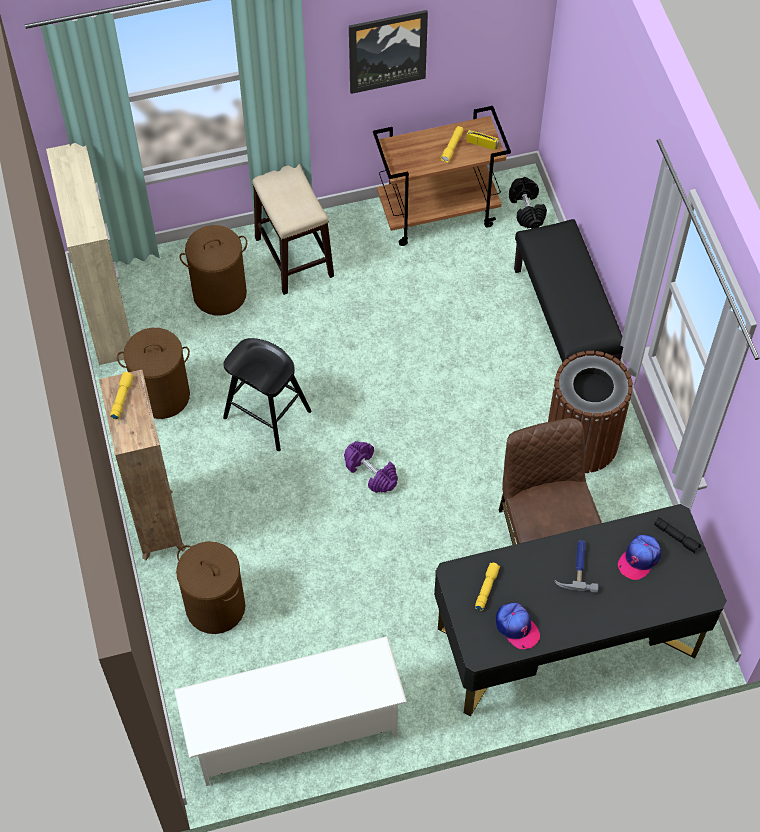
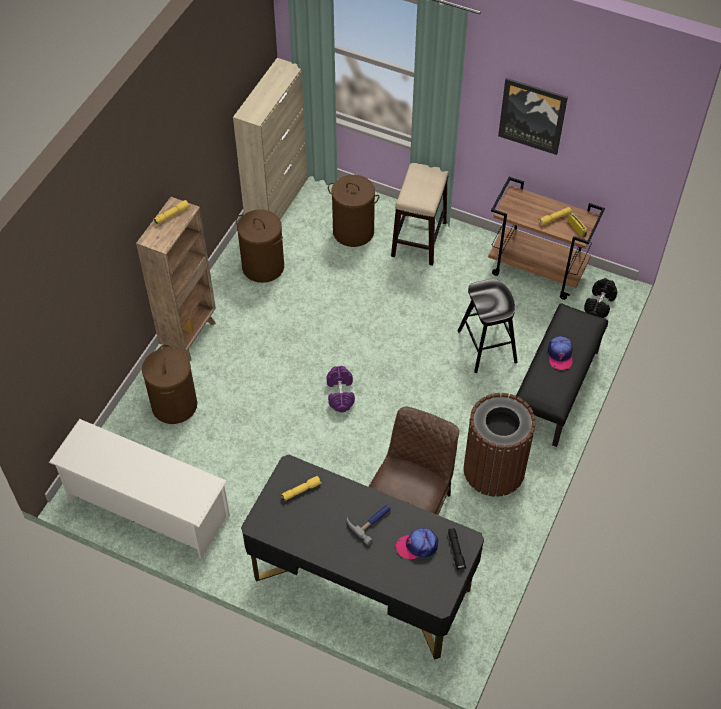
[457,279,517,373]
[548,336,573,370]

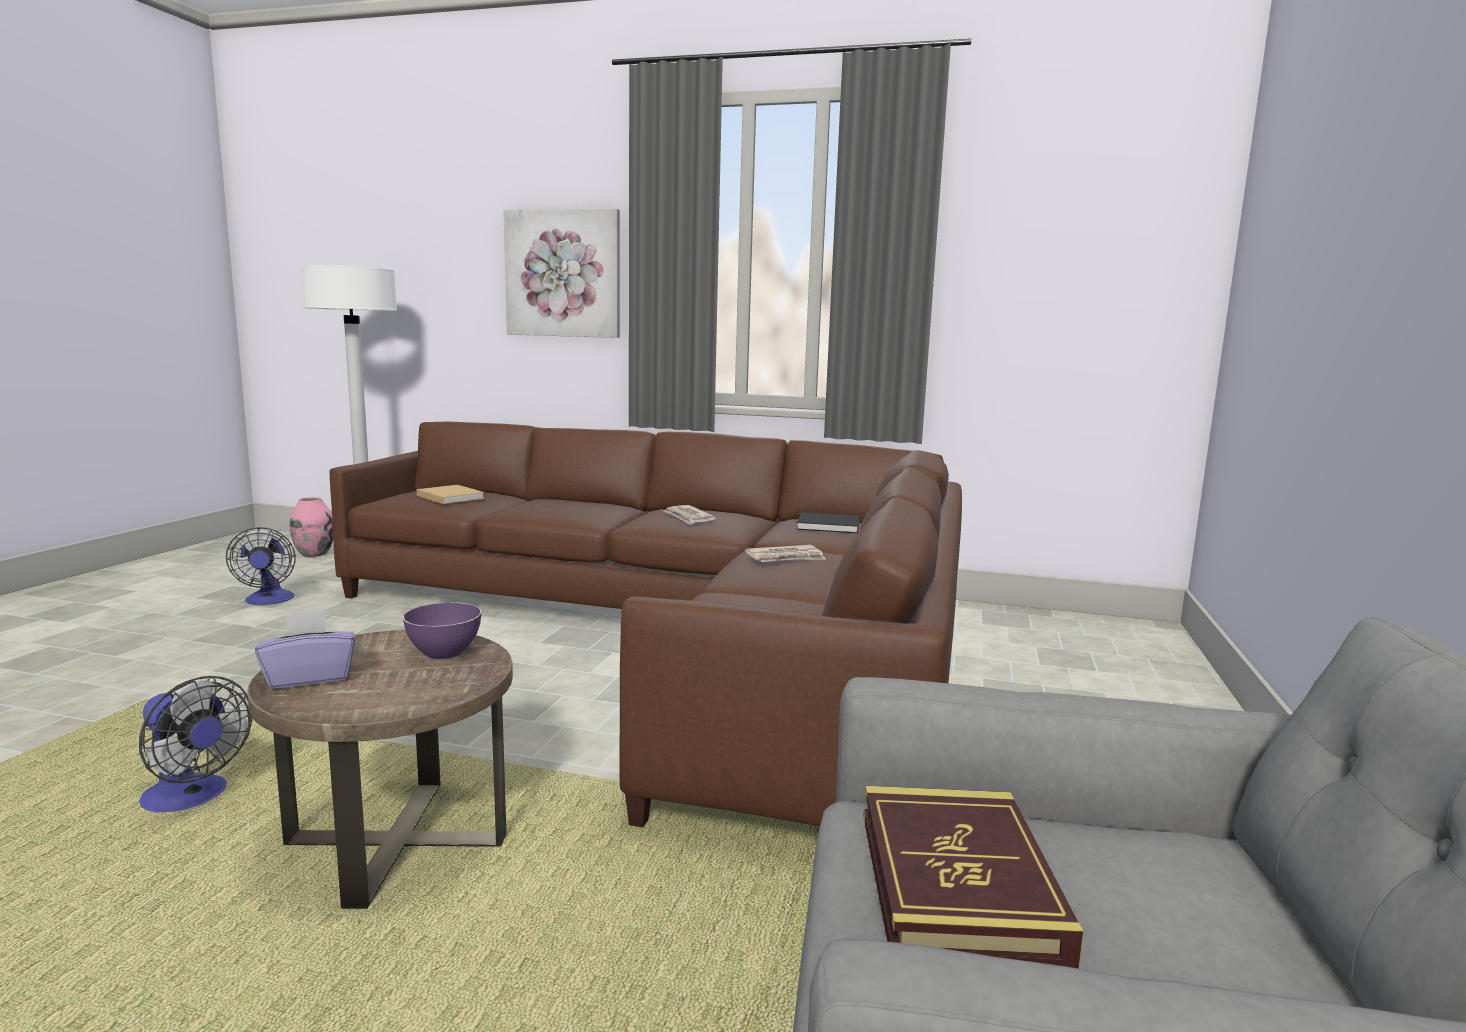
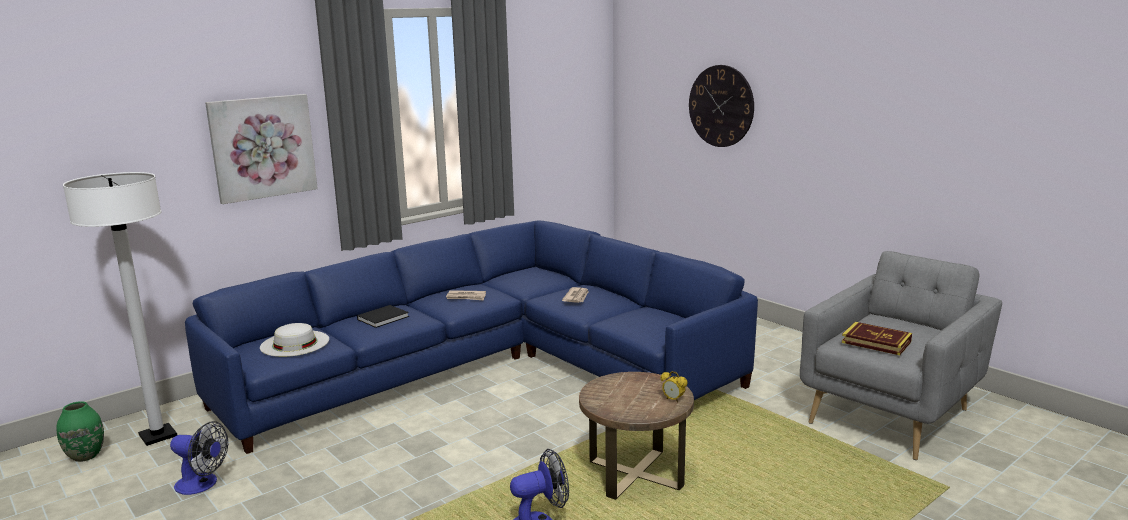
[56,401,104,462]
[185,221,758,454]
[260,323,329,357]
[357,305,409,328]
[661,371,687,403]
[689,65,754,147]
[255,609,355,689] (first image)
[403,602,482,660] (first image)

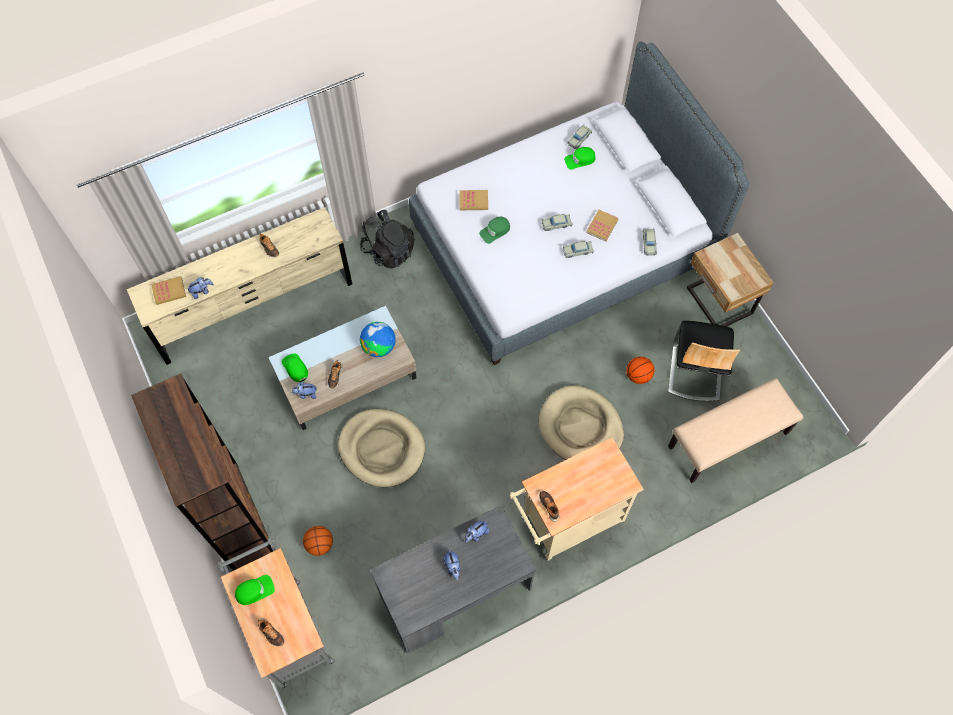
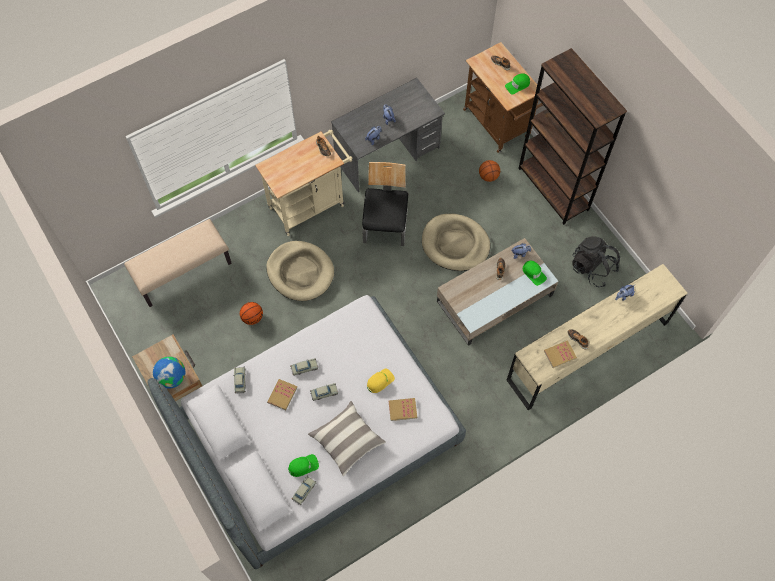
[153,357,185,389]
[308,401,386,476]
[362,162,408,246]
[367,369,395,393]
[463,42,543,153]
[544,340,577,368]
[572,236,620,287]

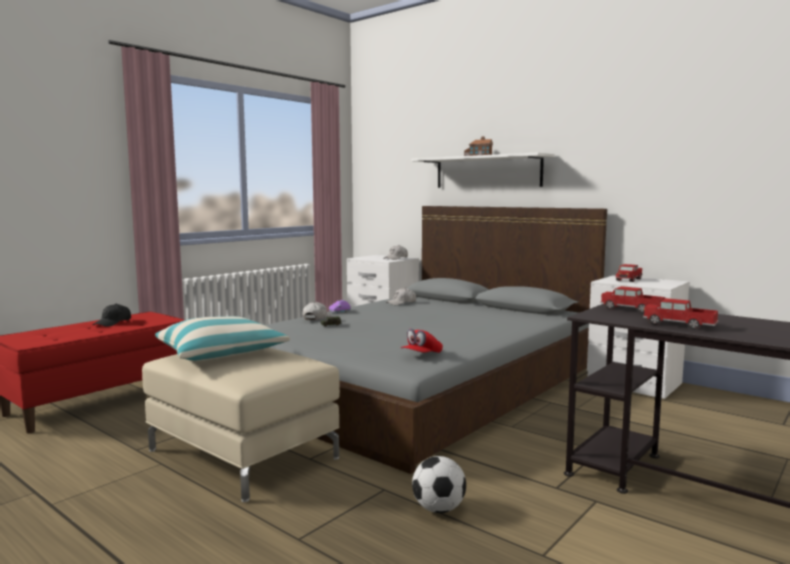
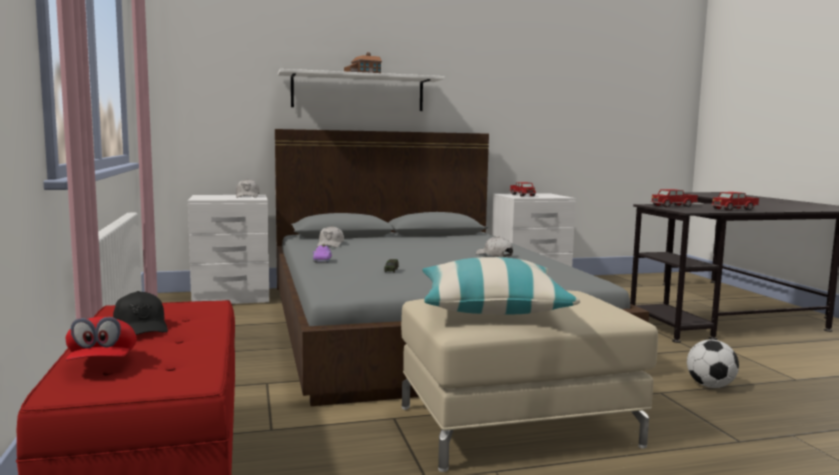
[66,317,137,361]
[476,237,513,257]

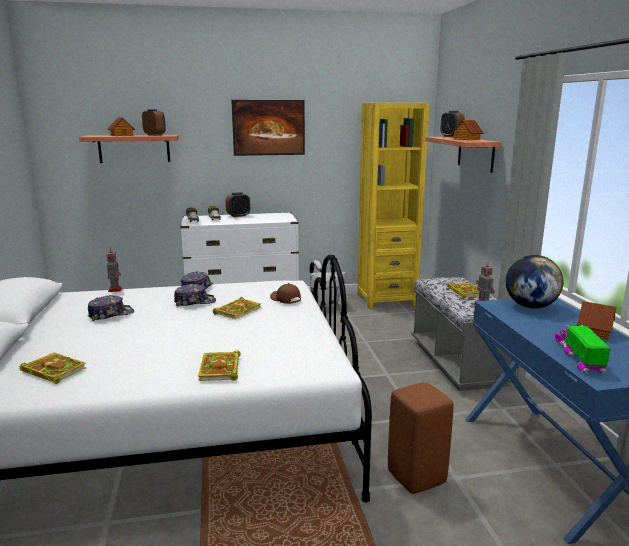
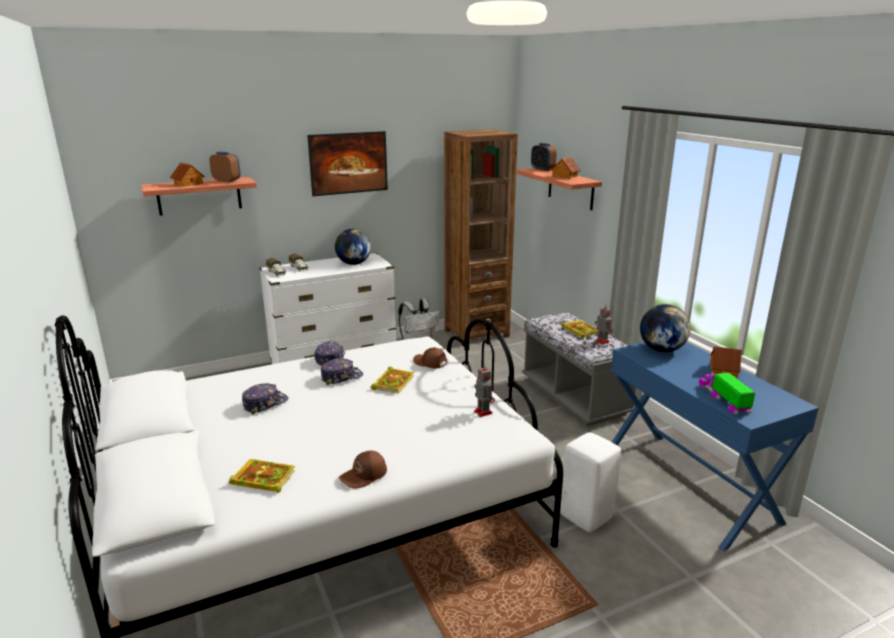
[335,229,371,265]
[339,451,387,488]
[444,129,518,341]
[474,366,495,417]
[560,432,621,532]
[198,350,241,381] (first image)
[226,192,250,217] (first image)

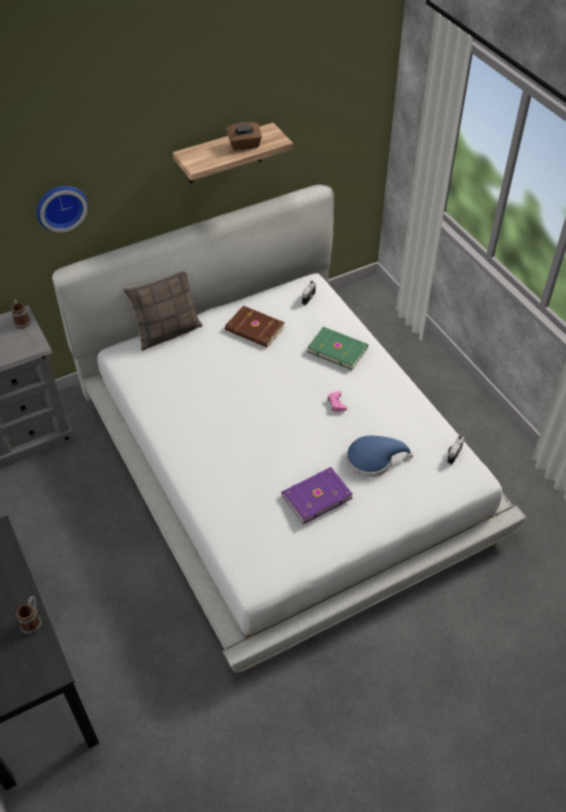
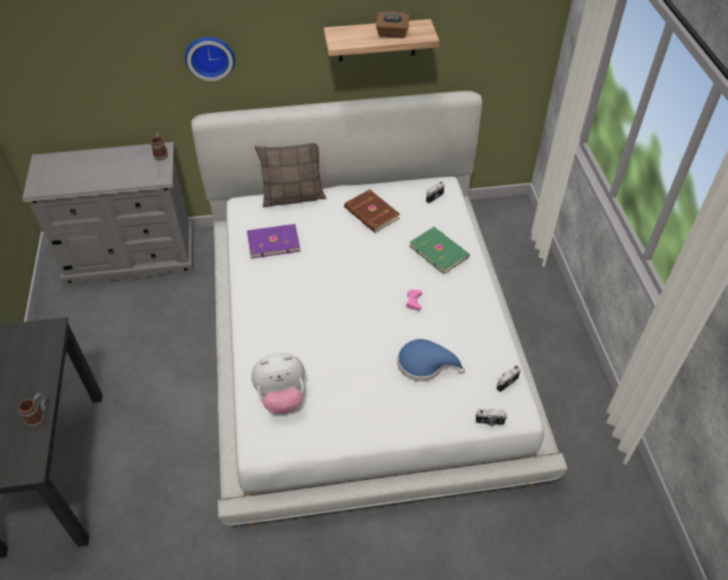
[247,224,300,259]
[251,353,305,414]
[476,409,507,426]

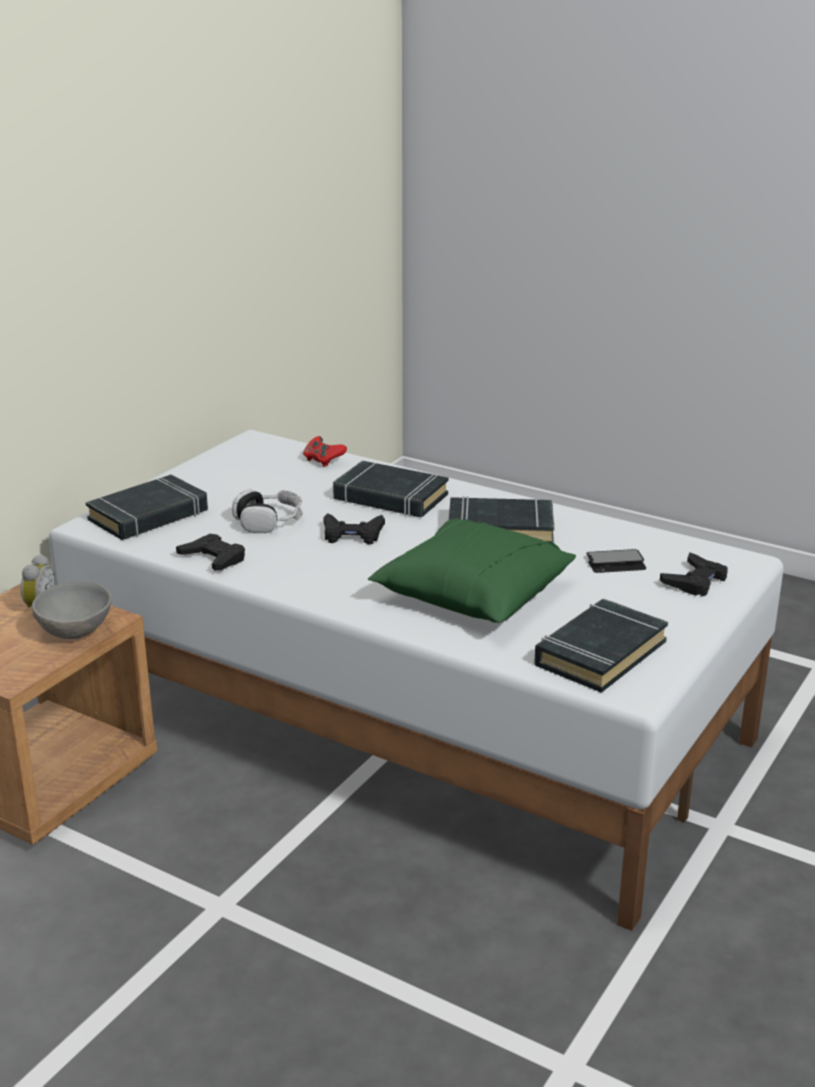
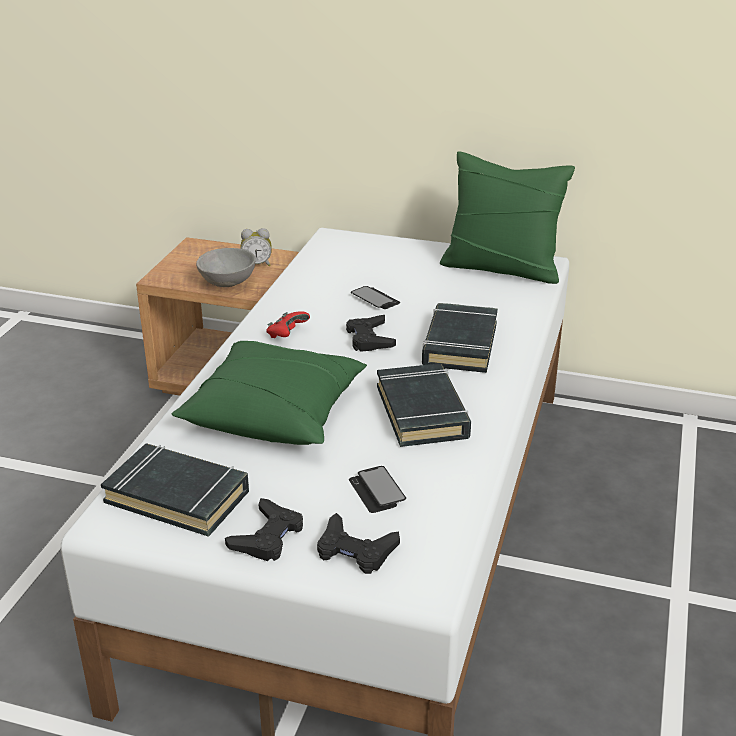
[225,498,303,561]
[266,311,310,339]
[351,286,400,309]
[440,151,575,284]
[86,475,208,540] (first image)

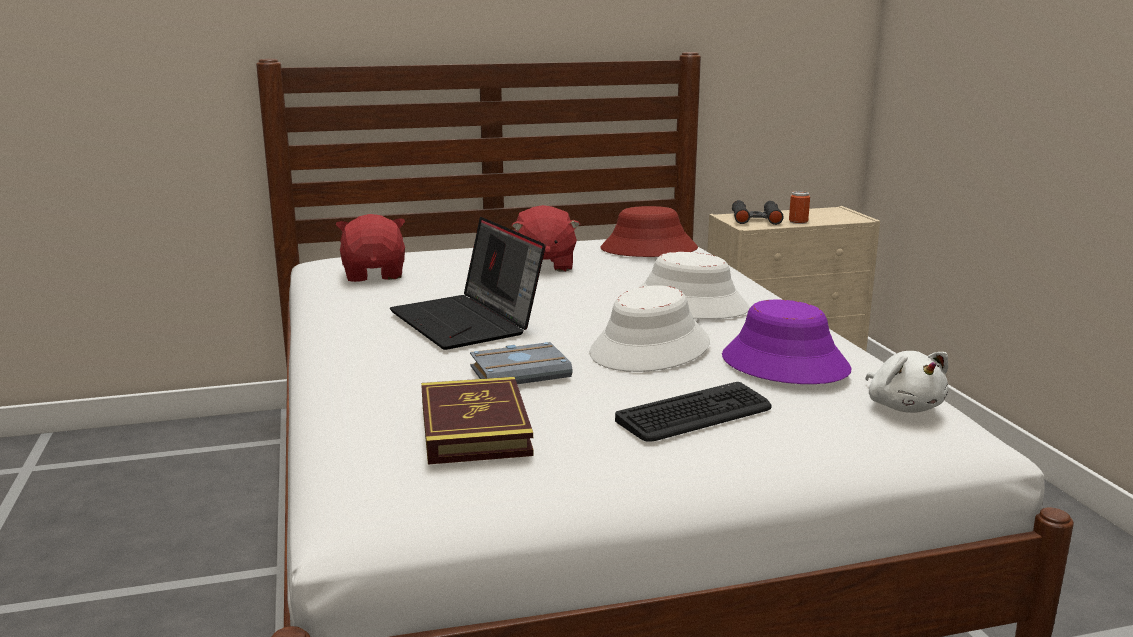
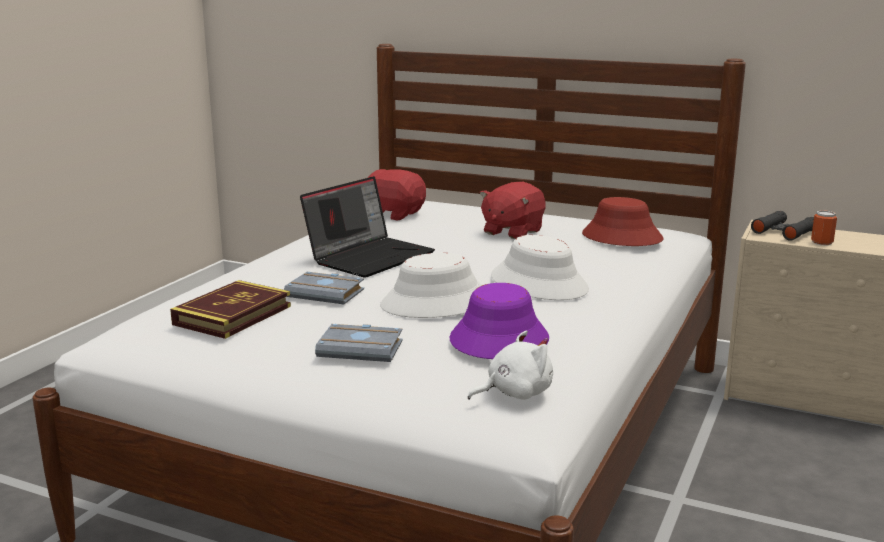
[300,176,435,278]
[315,324,403,362]
[368,169,426,220]
[468,330,553,400]

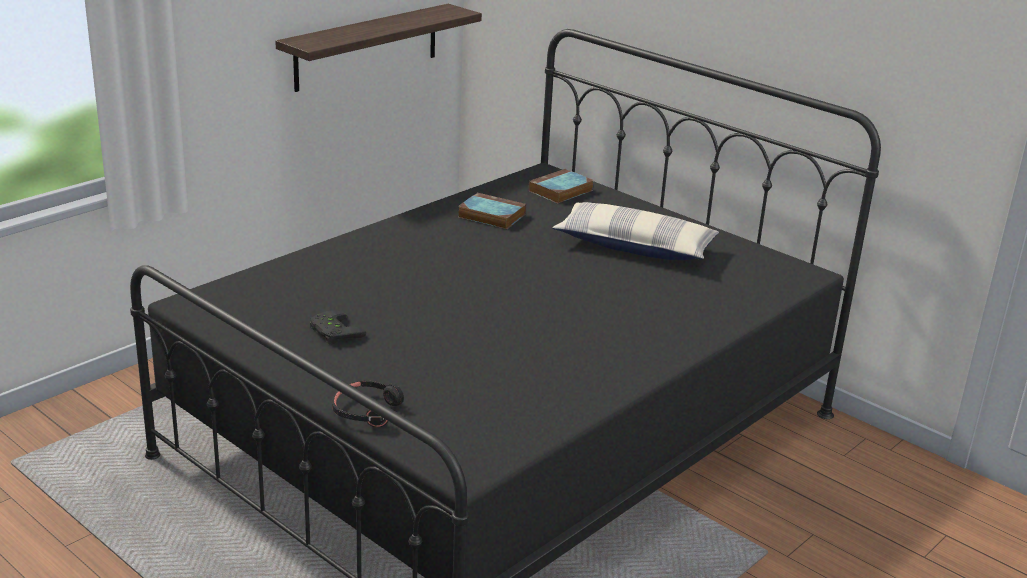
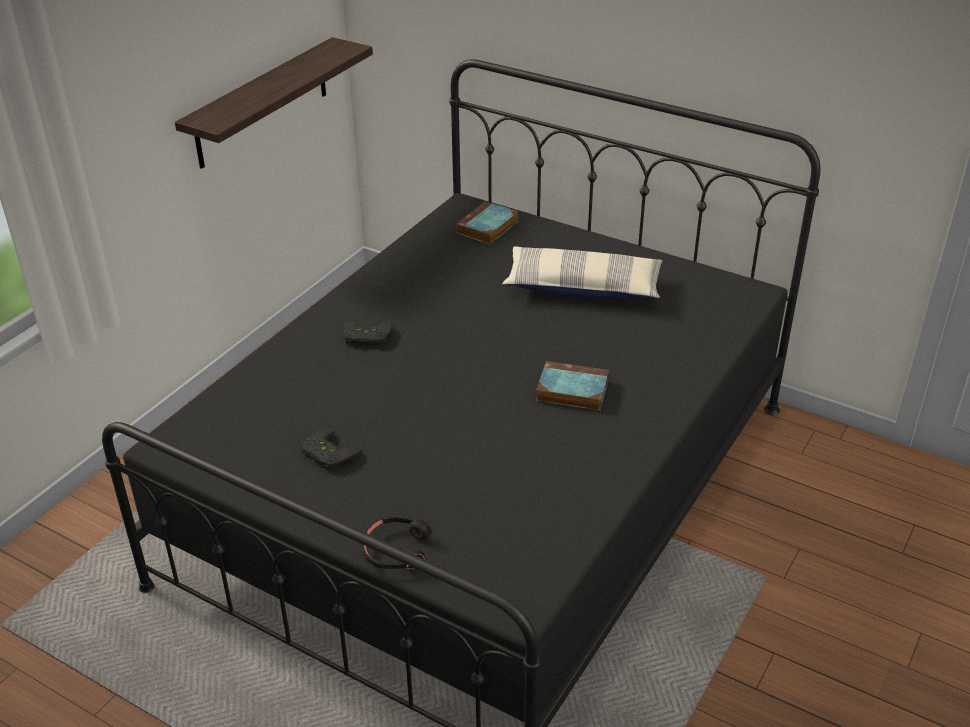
[343,321,392,346]
[536,361,609,410]

